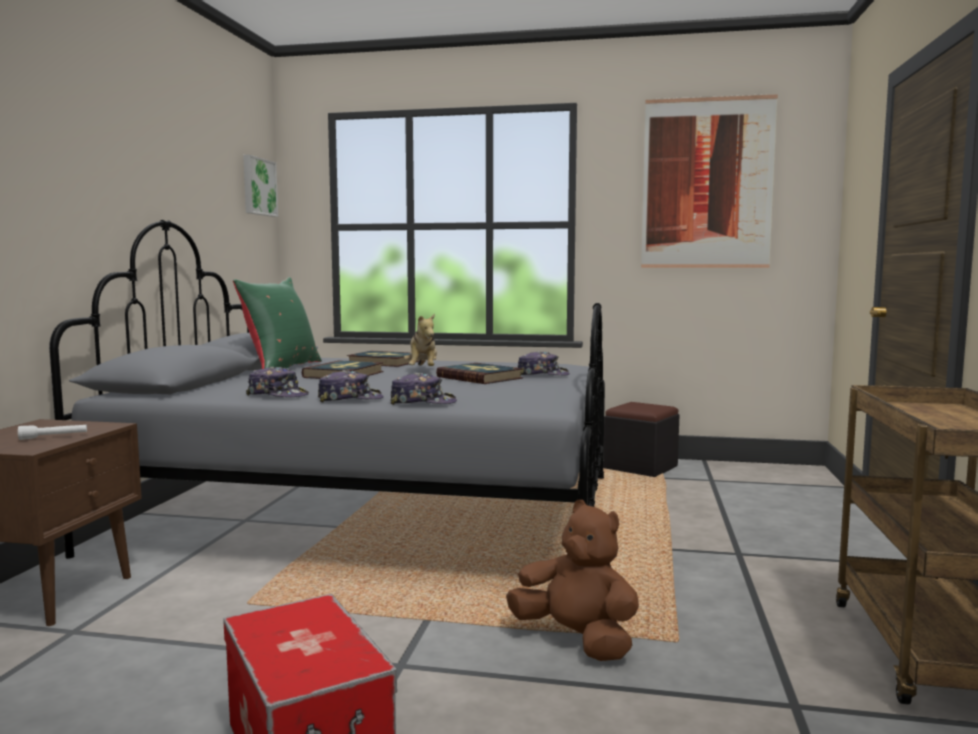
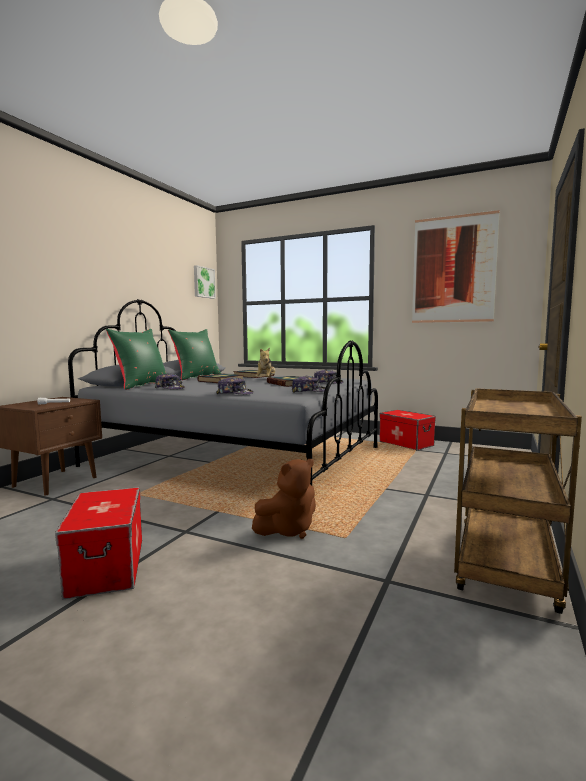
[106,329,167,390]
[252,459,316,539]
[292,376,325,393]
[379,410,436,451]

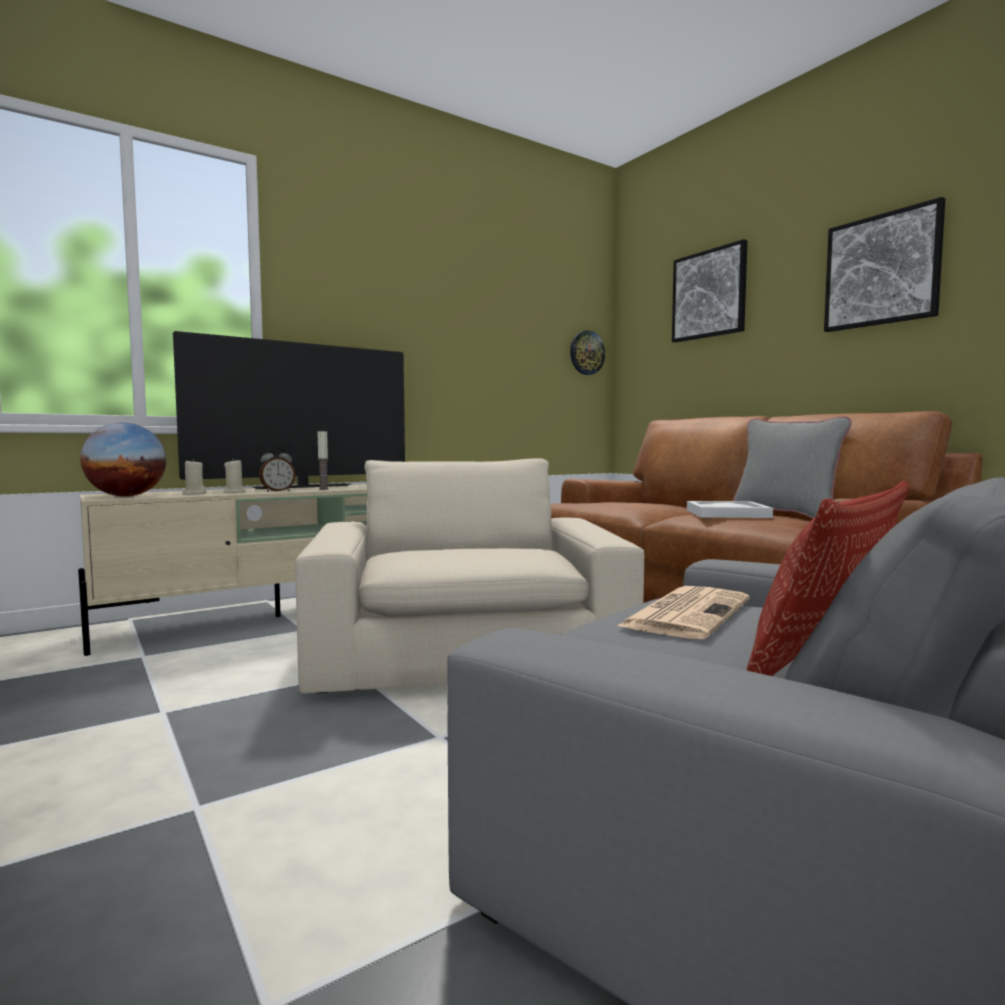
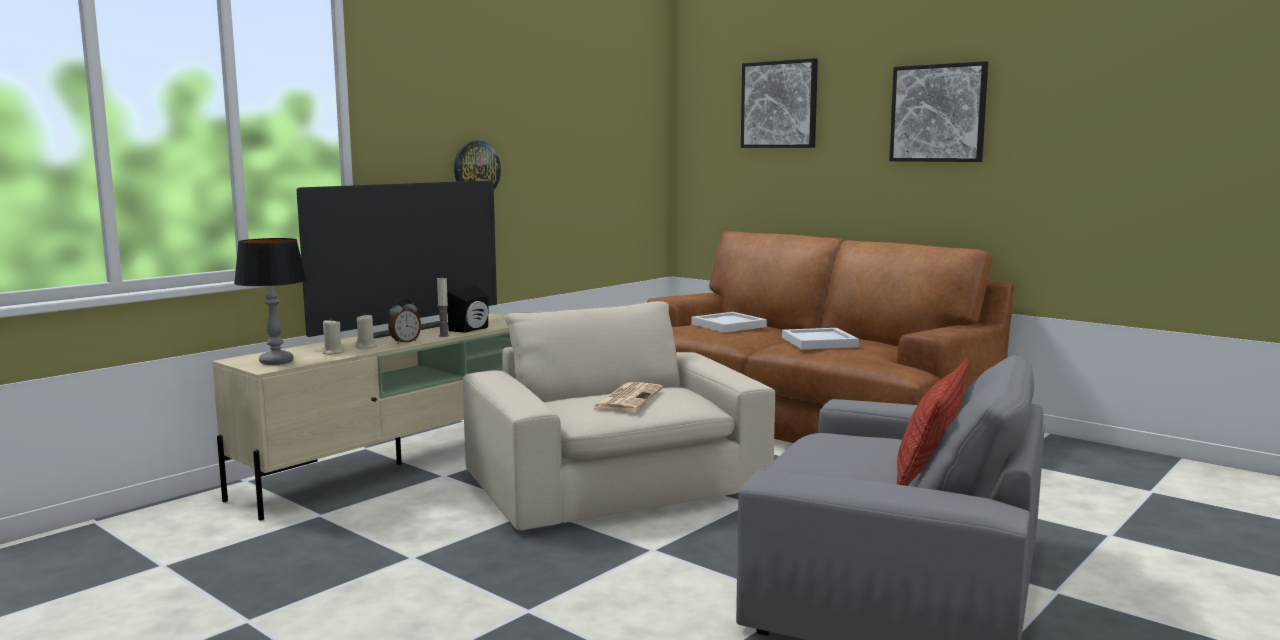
[234,238,307,365]
[447,286,489,333]
[454,141,501,190]
[592,382,663,412]
[691,312,767,333]
[733,416,852,518] (first image)

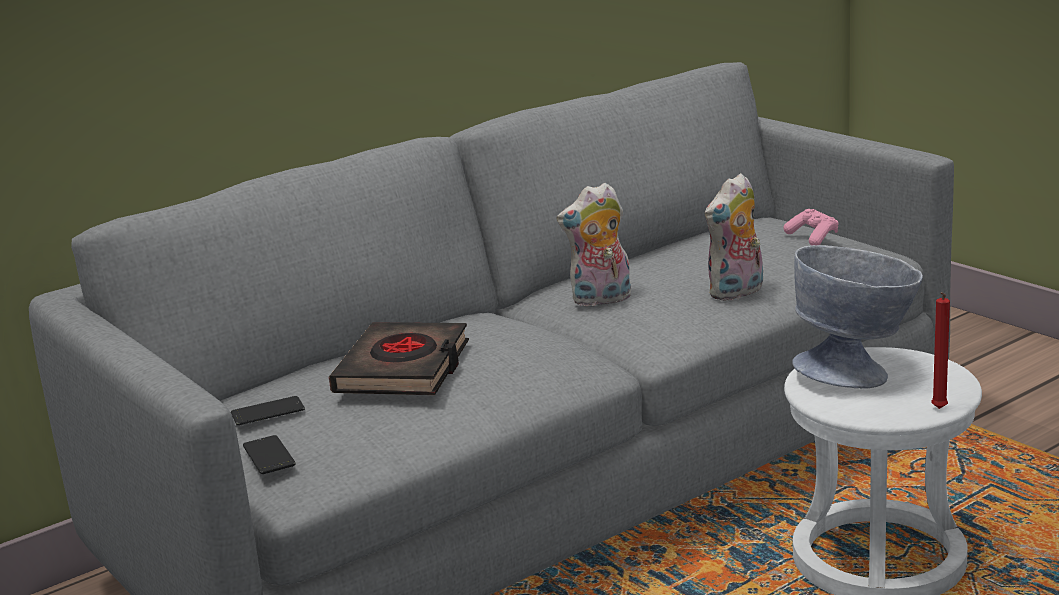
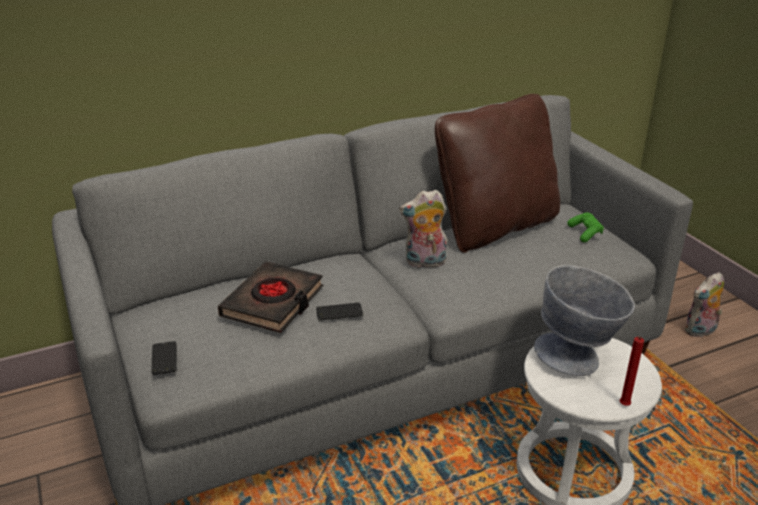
[316,303,363,321]
[435,94,560,253]
[567,212,604,243]
[684,272,724,338]

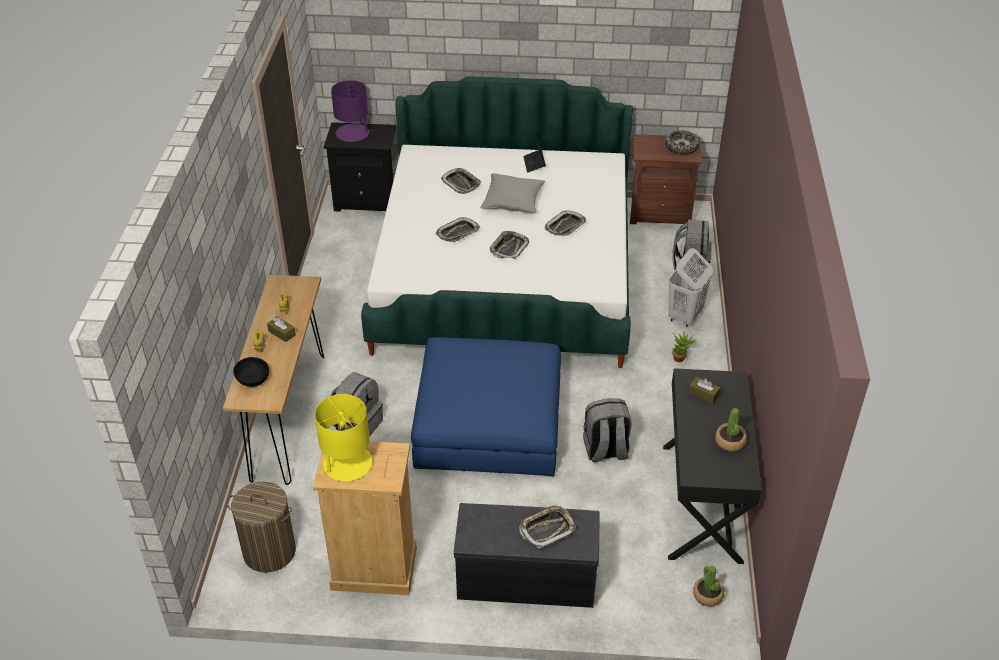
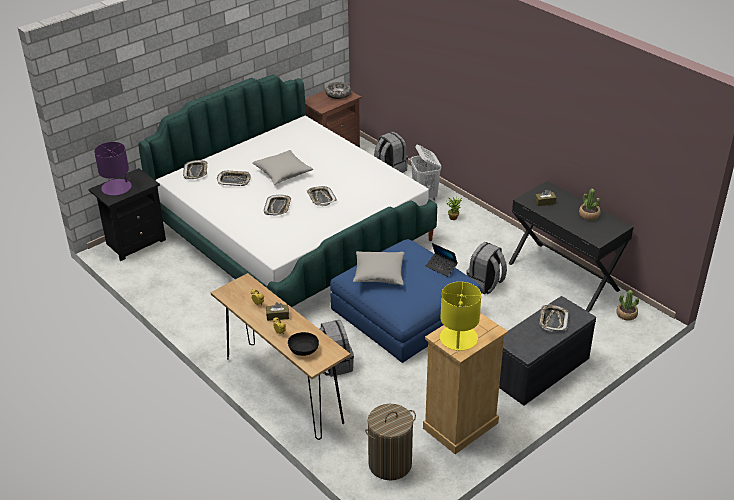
[183,160,207,179]
[353,251,405,285]
[425,243,458,277]

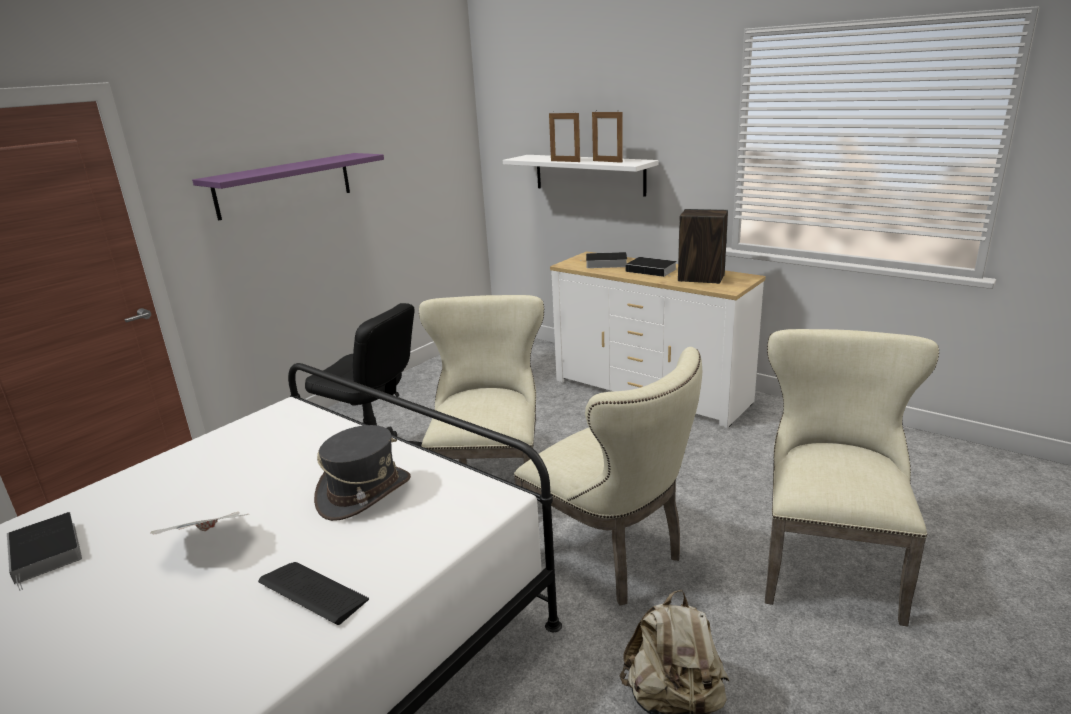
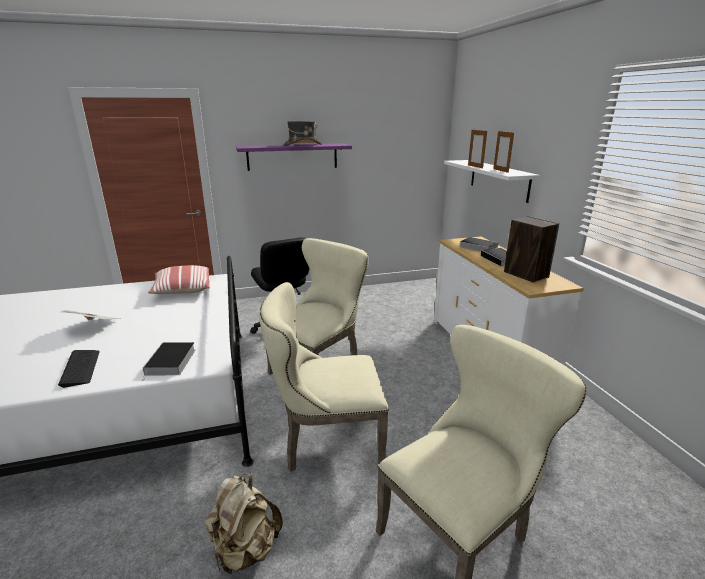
[142,342,195,381]
[148,265,210,294]
[259,282,389,472]
[283,121,322,146]

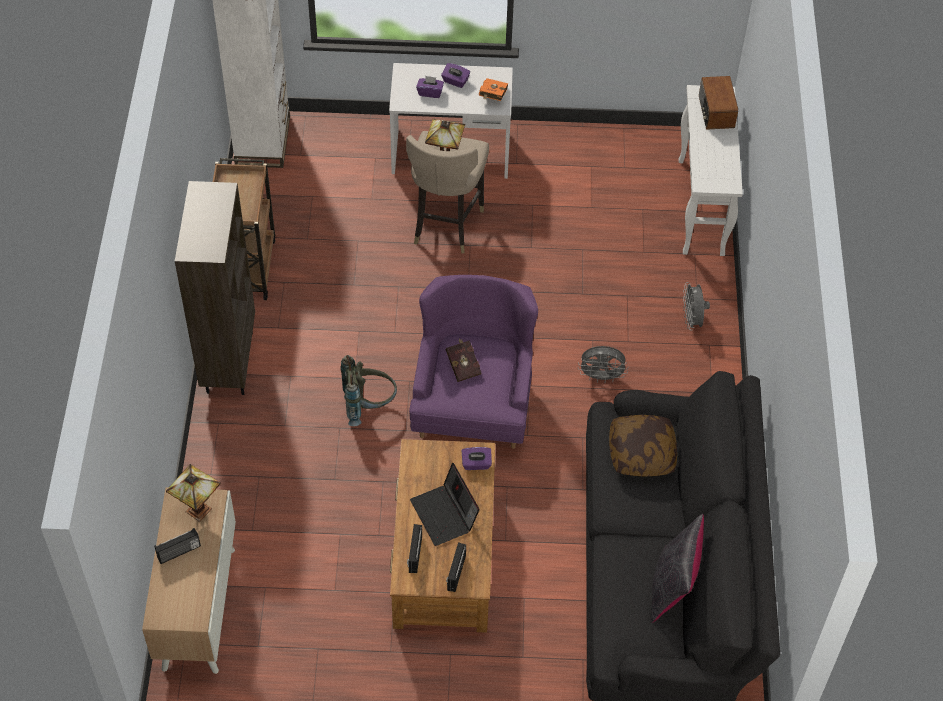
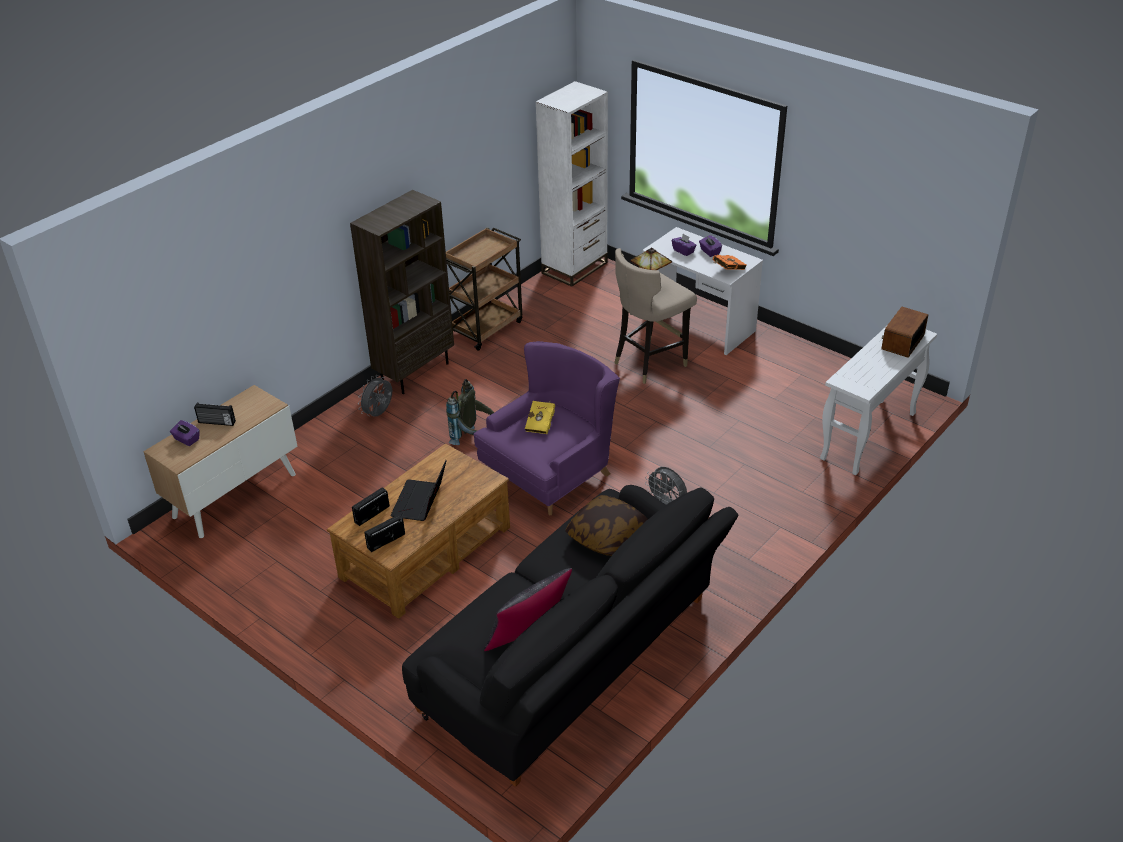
[170,420,199,446]
[358,375,392,417]
[525,401,555,434]
[166,464,221,522] (first image)

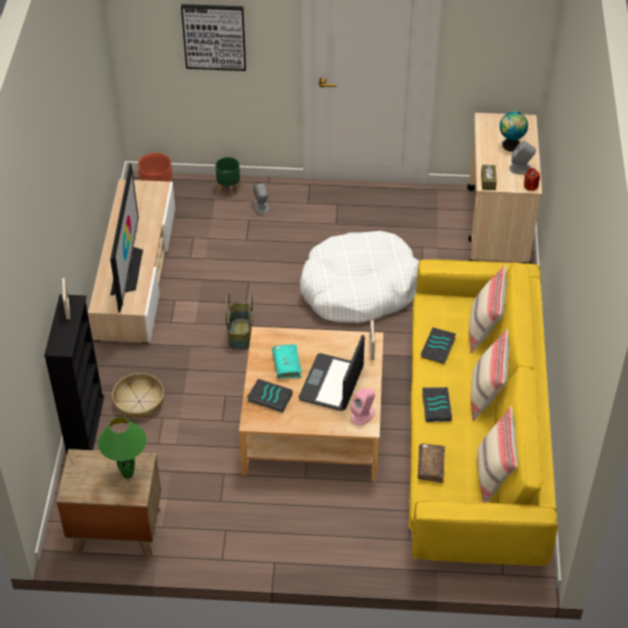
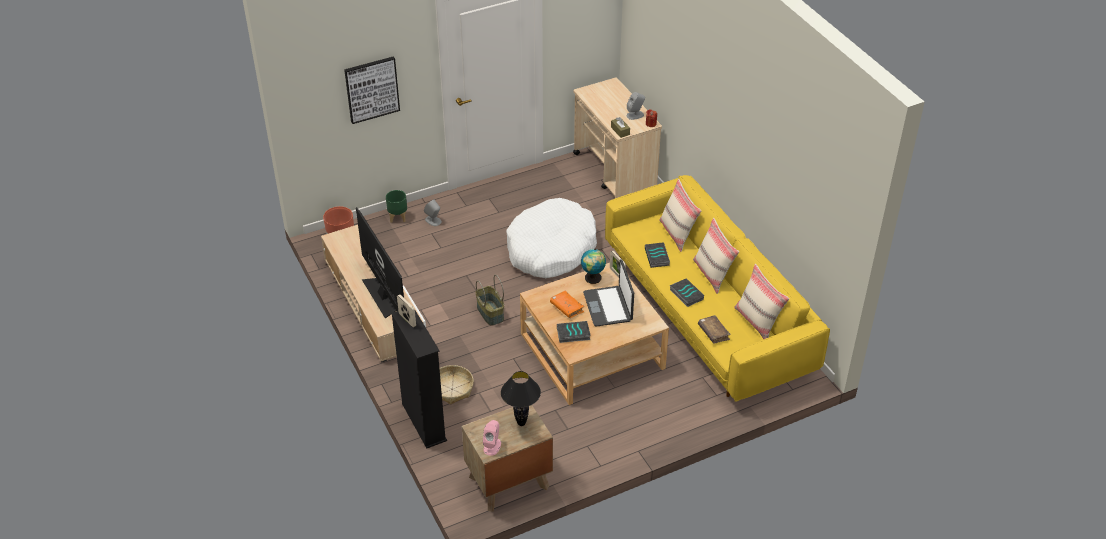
[483,420,501,456]
[501,371,541,426]
[550,291,584,318]
[581,248,606,284]

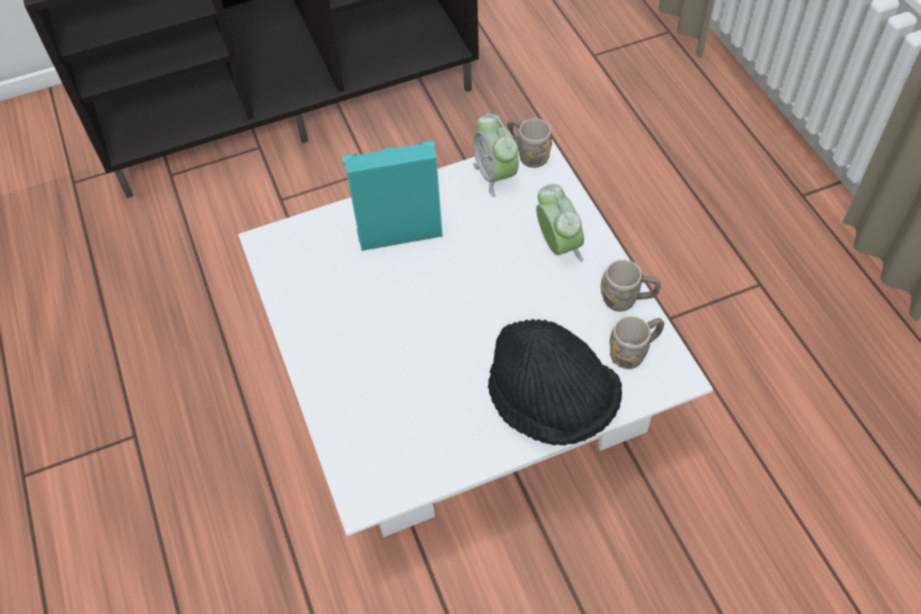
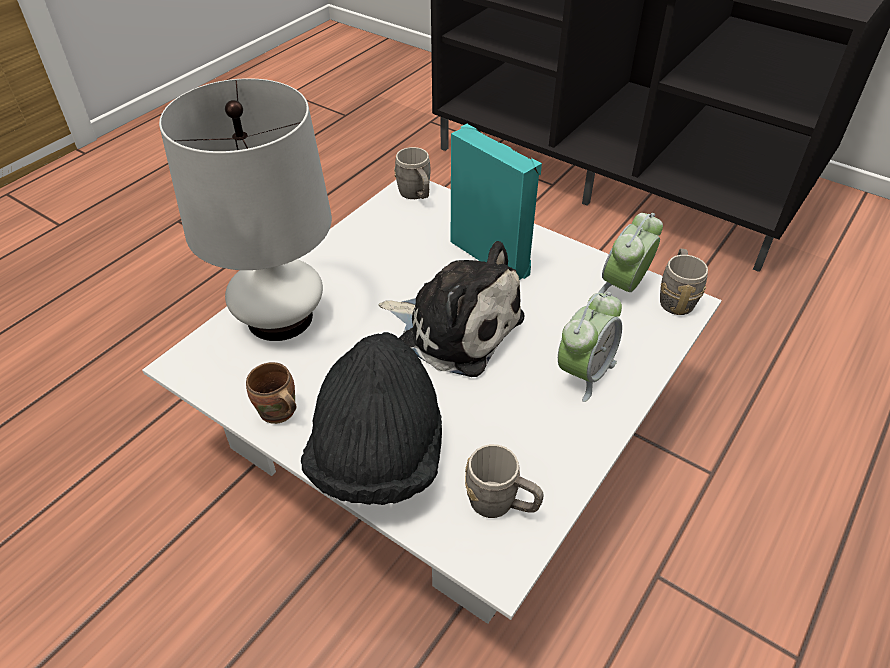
[159,78,332,341]
[246,362,296,424]
[378,241,525,377]
[394,147,431,199]

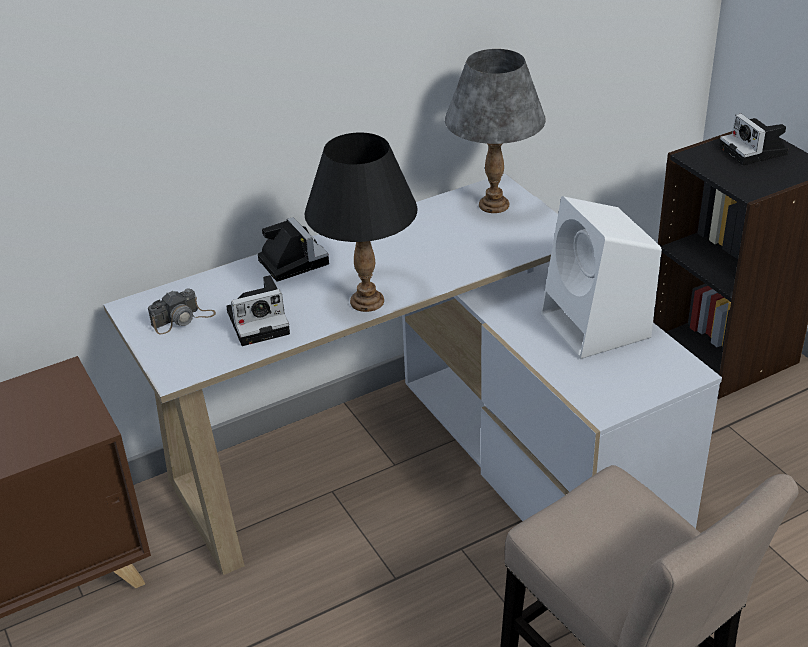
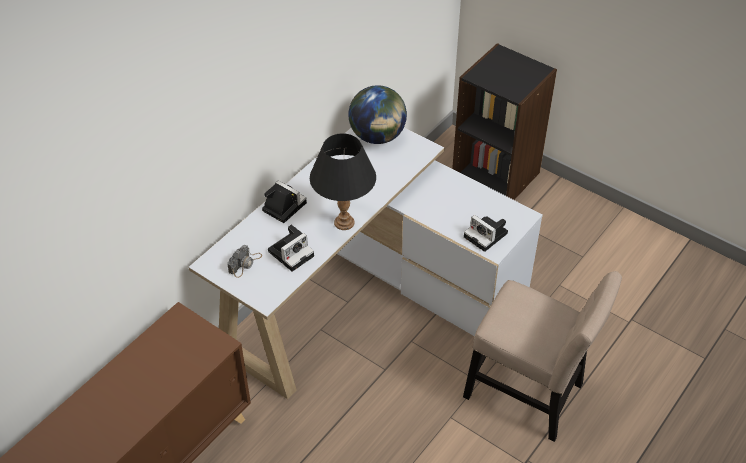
[348,85,407,144]
[464,215,508,252]
[541,196,662,359] (first image)

